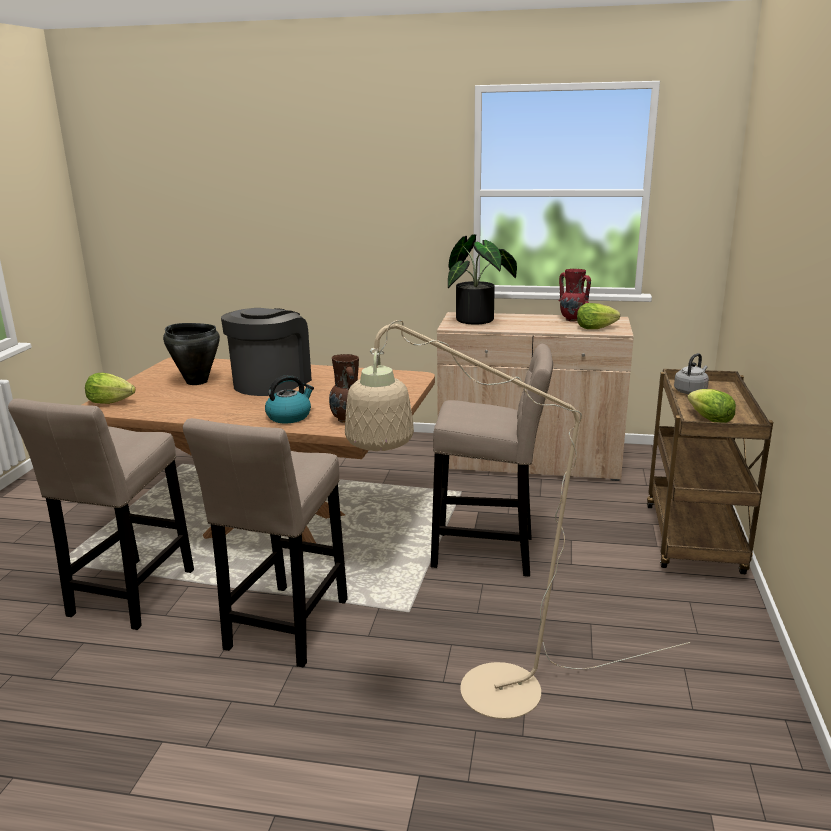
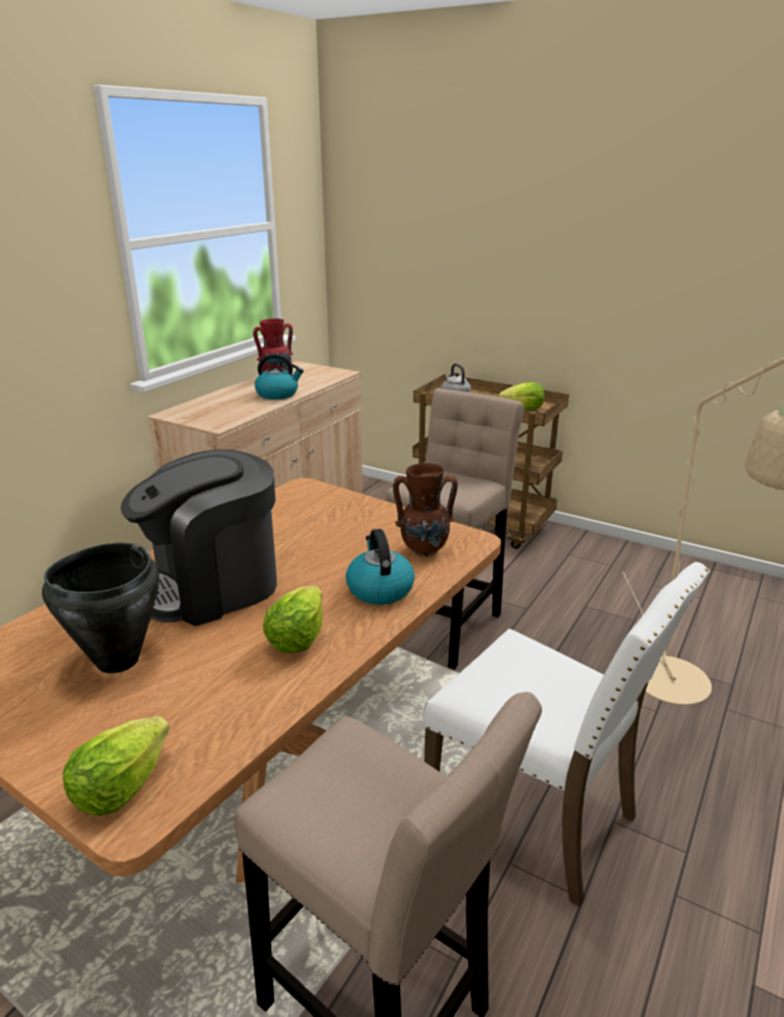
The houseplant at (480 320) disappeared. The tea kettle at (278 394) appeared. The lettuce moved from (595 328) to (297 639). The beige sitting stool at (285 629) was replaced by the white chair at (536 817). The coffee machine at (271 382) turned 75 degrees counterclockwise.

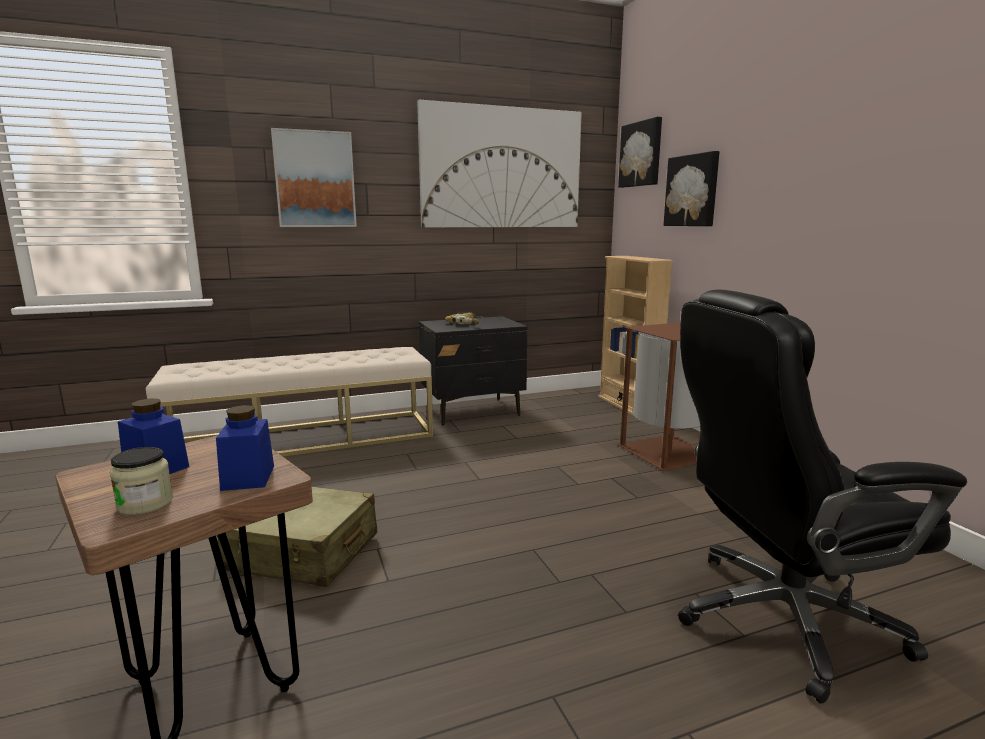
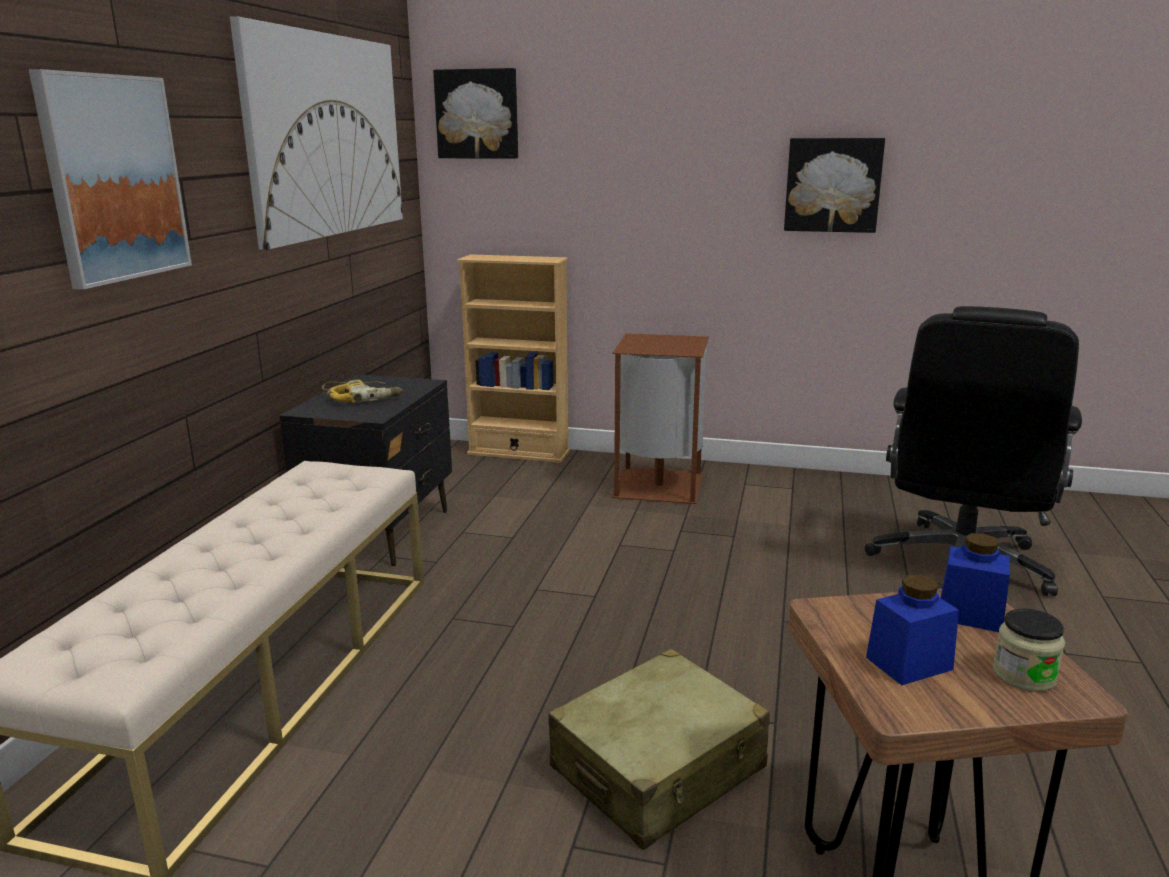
The wall art moved from (692 191) to (833 185).

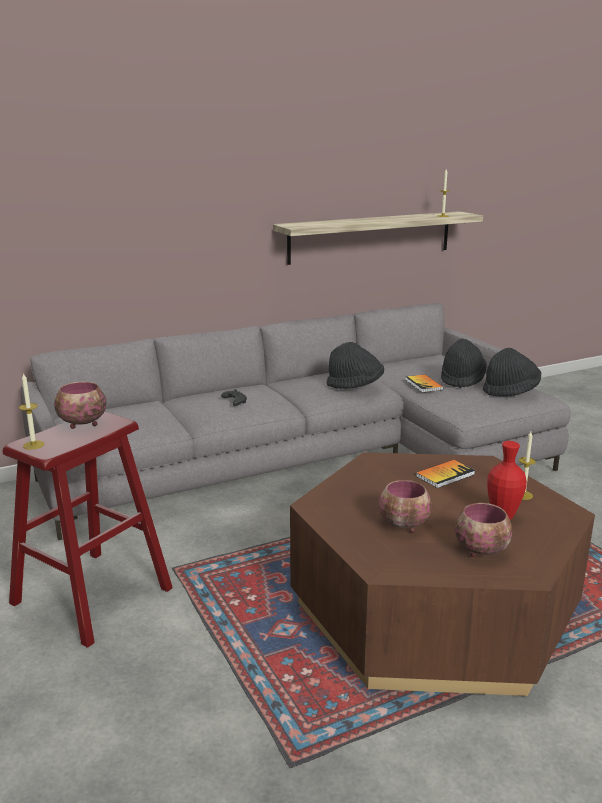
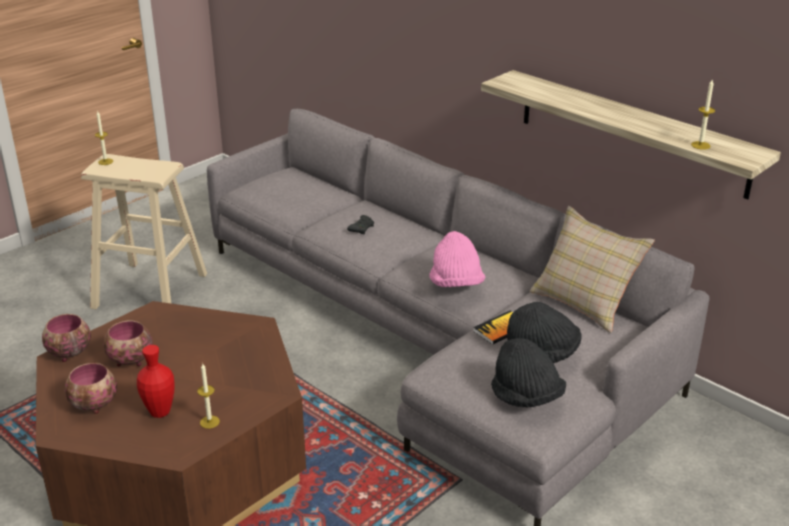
The book at (445 475) disappeared. The beige pillow at (585 302) appeared. The bowl moved from (82 424) to (68 353). The red-coloured sitting stool at (92 595) became the beige sitting stool at (150 290). The blackish clothing hat at (355 386) became the pink-coloured clothing hat at (456 284).

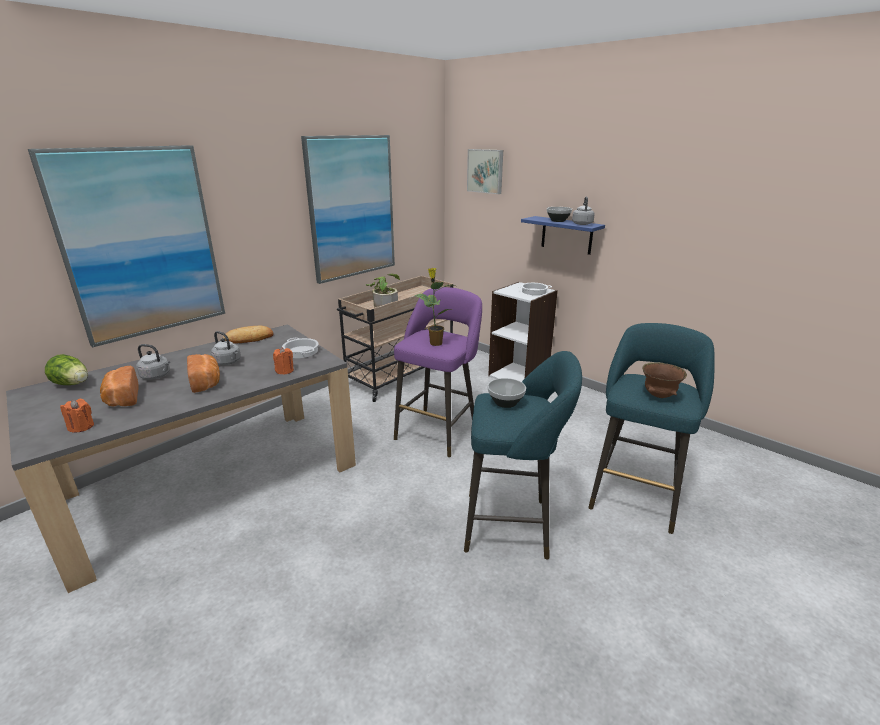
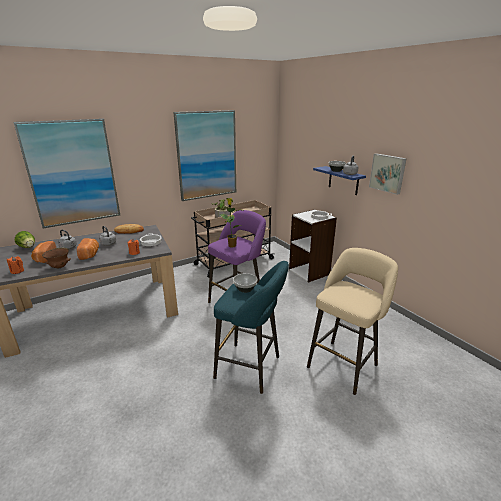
The wall art moved from (486 171) to (388 173). The brown bowl moved from (659 396) to (60 267). The turquoise sitting stool at (635 494) became the beige sitting stool at (344 364).

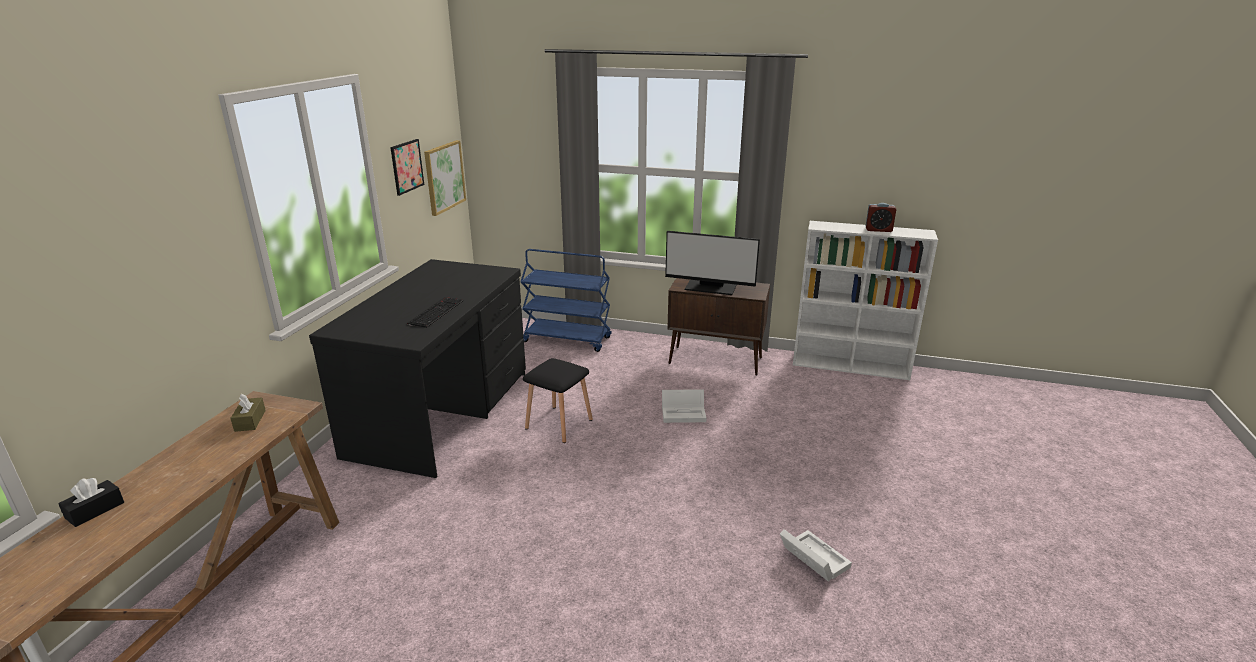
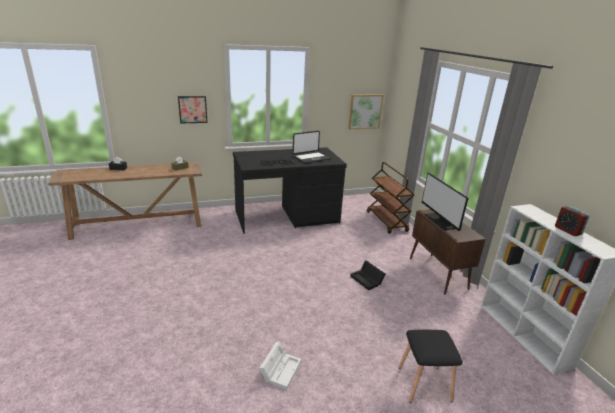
The notebook computer at (311 158) appeared. The wall art moved from (407 166) to (192 109). The blackish sitting stool moved from (559 424) to (423 384). The blue cart at (568 339) became the brown cart at (387 222). The white storage bin at (684 413) became the blackish storage bin at (367 280).

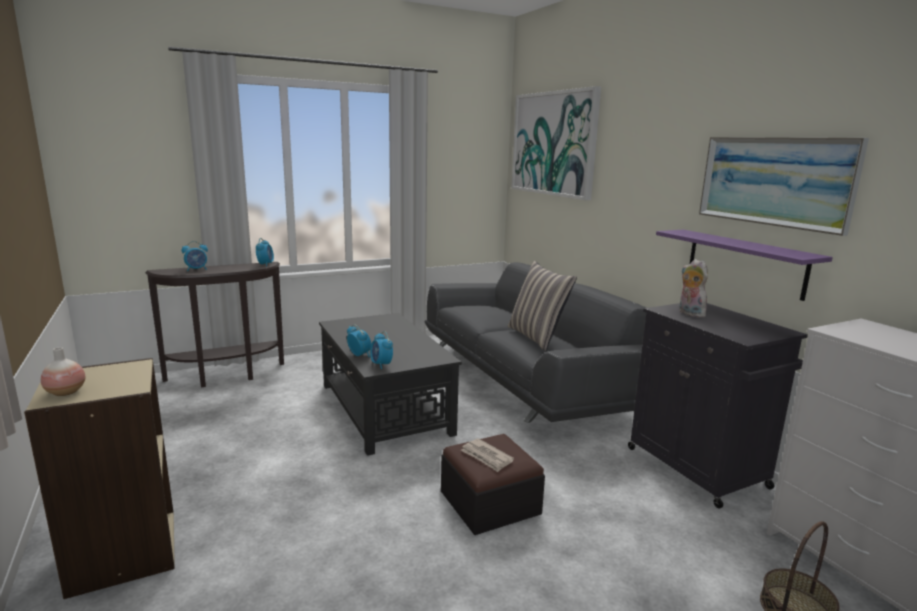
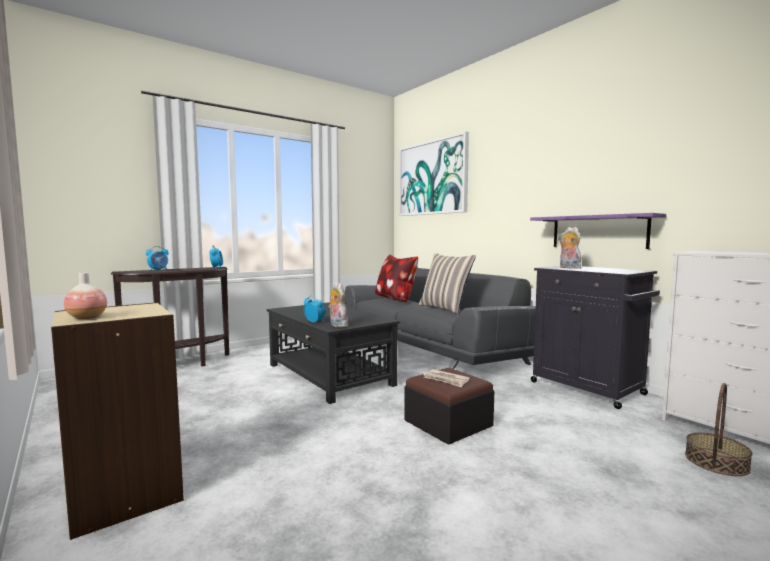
The wall art at (774 181) disappeared. The pillow at (395 299) appeared. The table clock at (381 365) was replaced by the cuddly toy at (337 325).

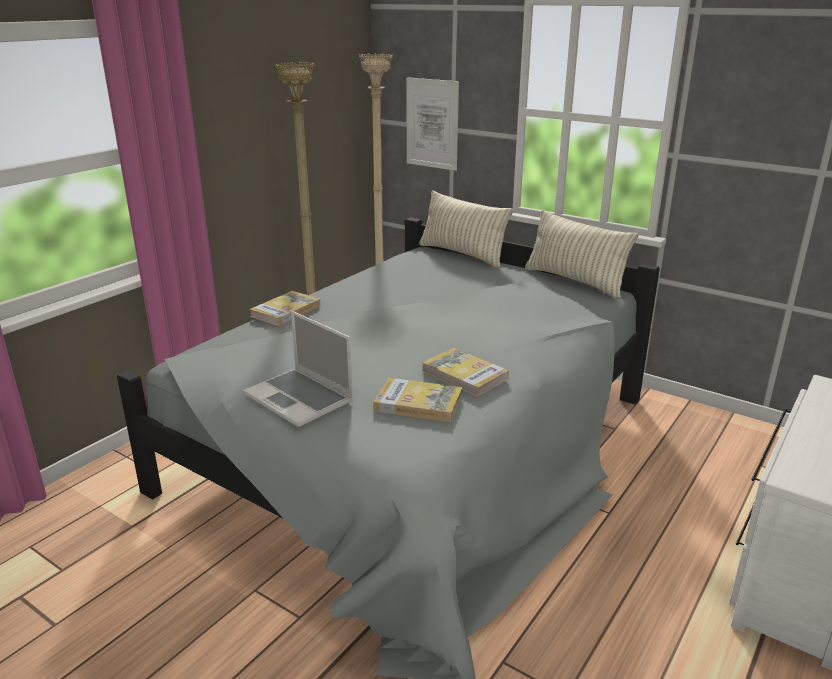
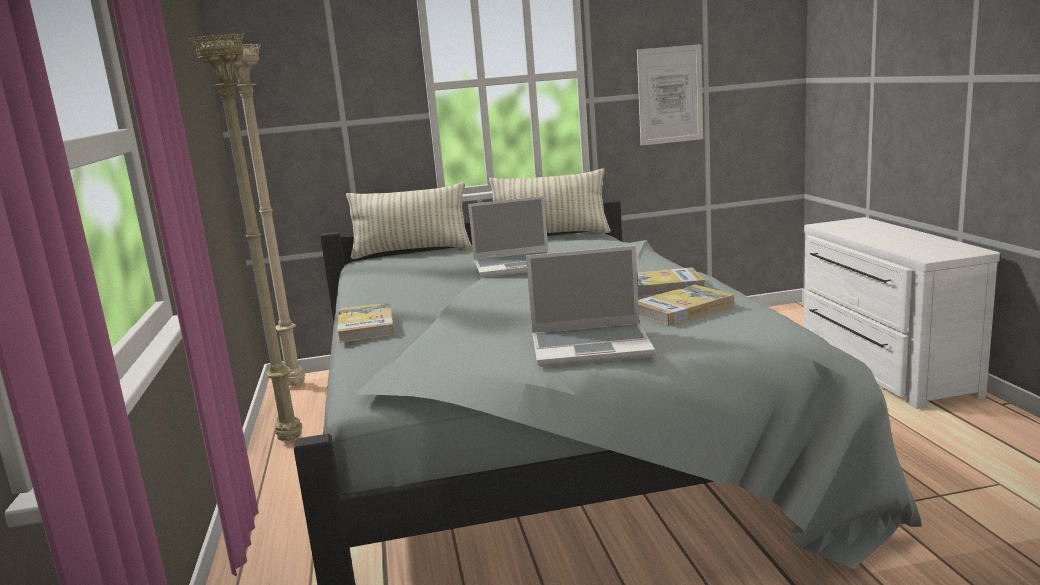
The notebook computer at (516 266) appeared. The wall art moved from (432 124) to (670 95).

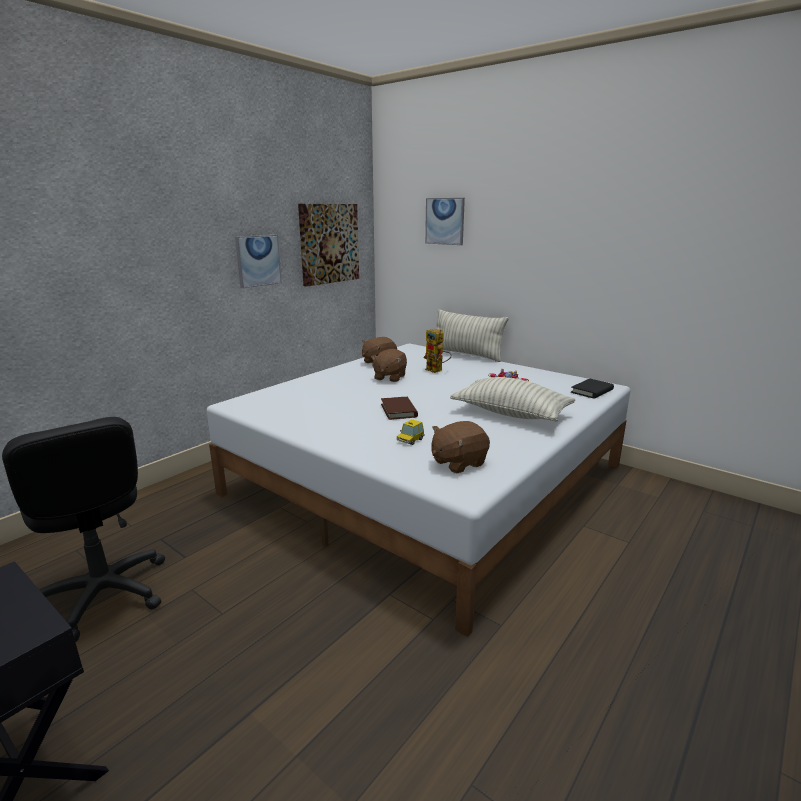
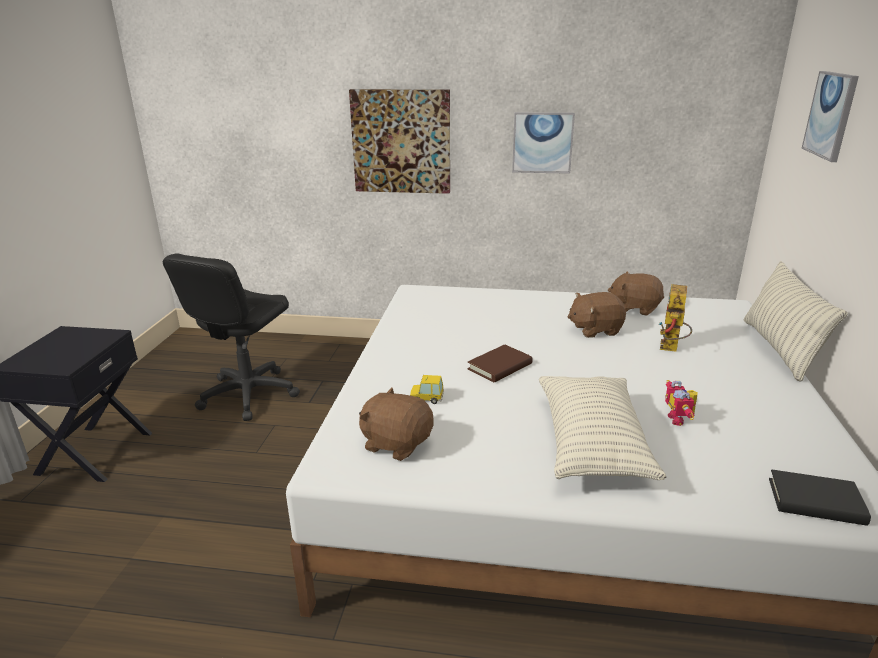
The wall art moved from (329 243) to (401 141).

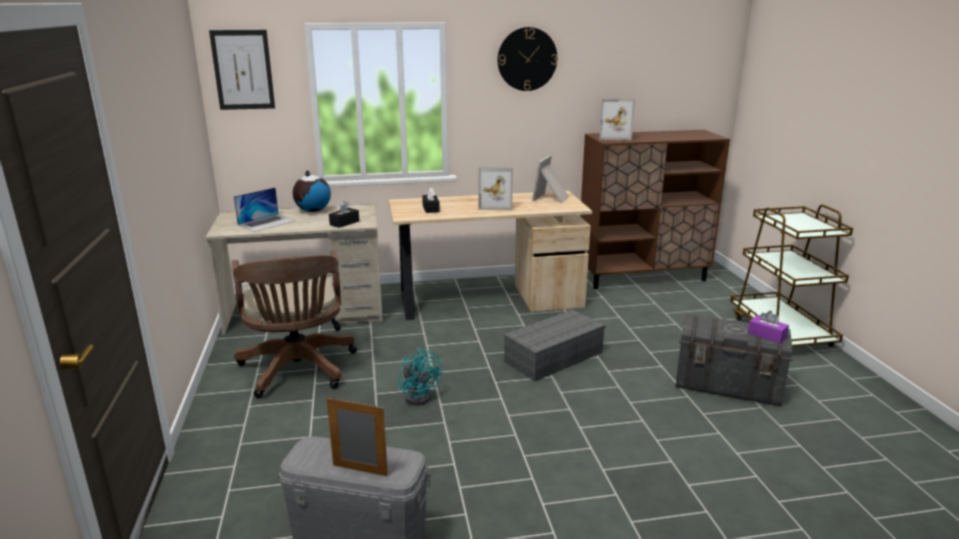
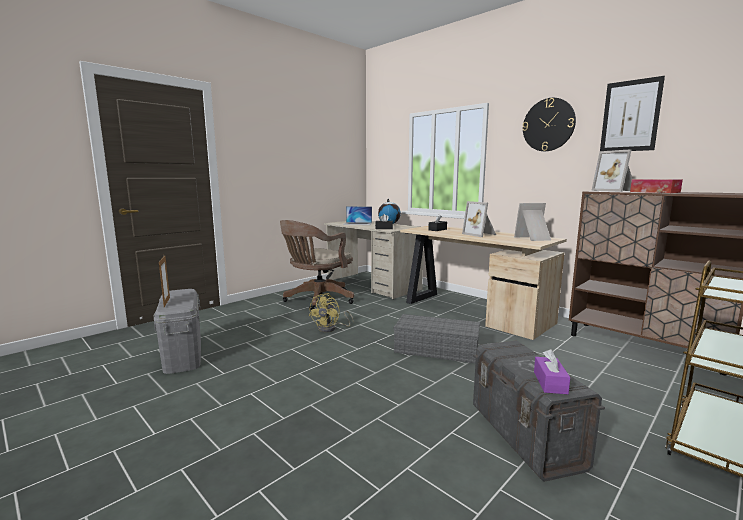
The tissue holder at (654 192) appeared. The wall art moved from (243 70) to (630 116). The turquoise fan at (420 395) became the yellow fan at (331 328).

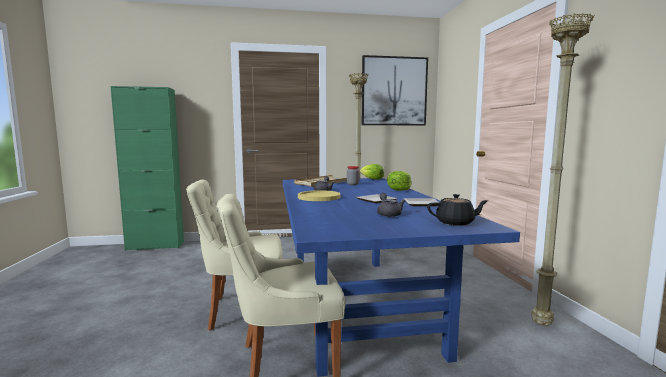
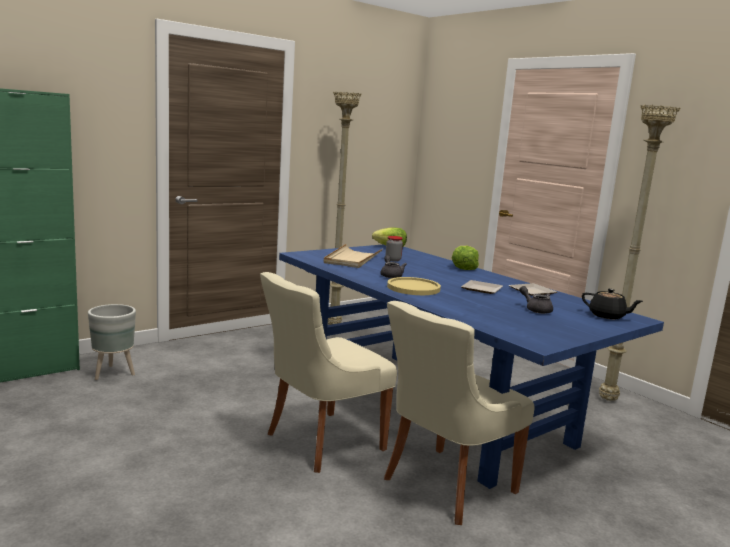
The wall art at (394 91) disappeared. The gray flower pot at (114 373) appeared. The blackish pot for tea at (456 223) turned 60 degrees clockwise.

